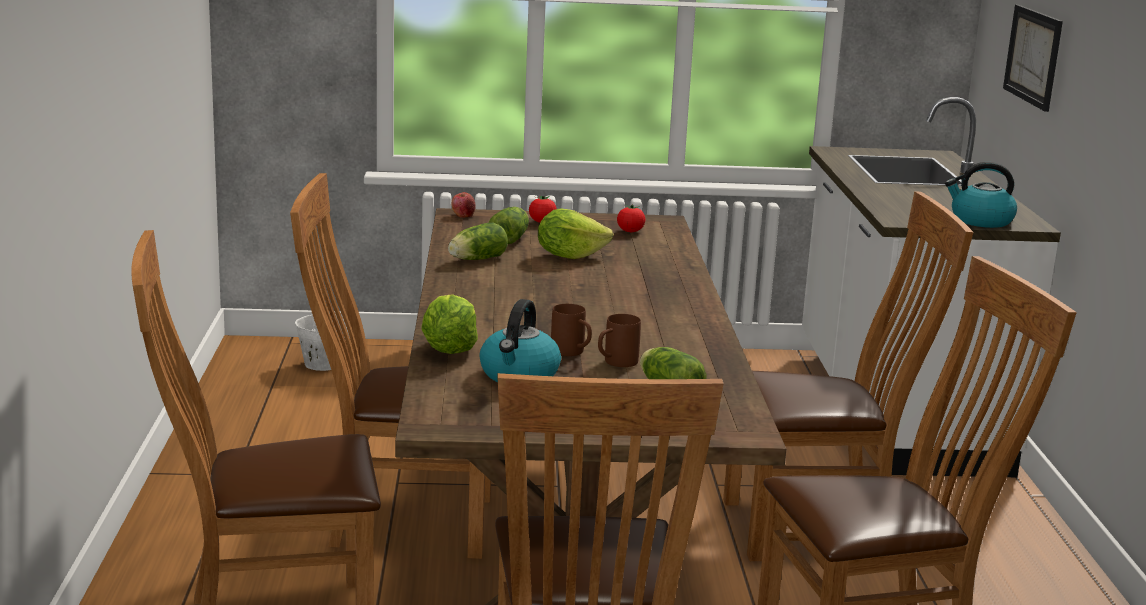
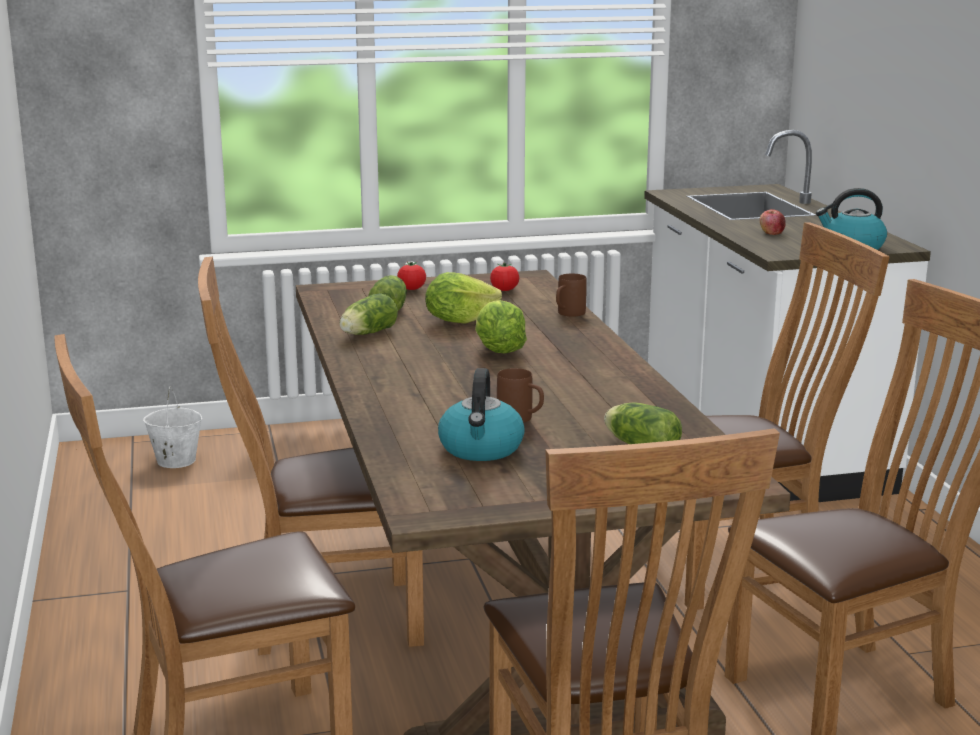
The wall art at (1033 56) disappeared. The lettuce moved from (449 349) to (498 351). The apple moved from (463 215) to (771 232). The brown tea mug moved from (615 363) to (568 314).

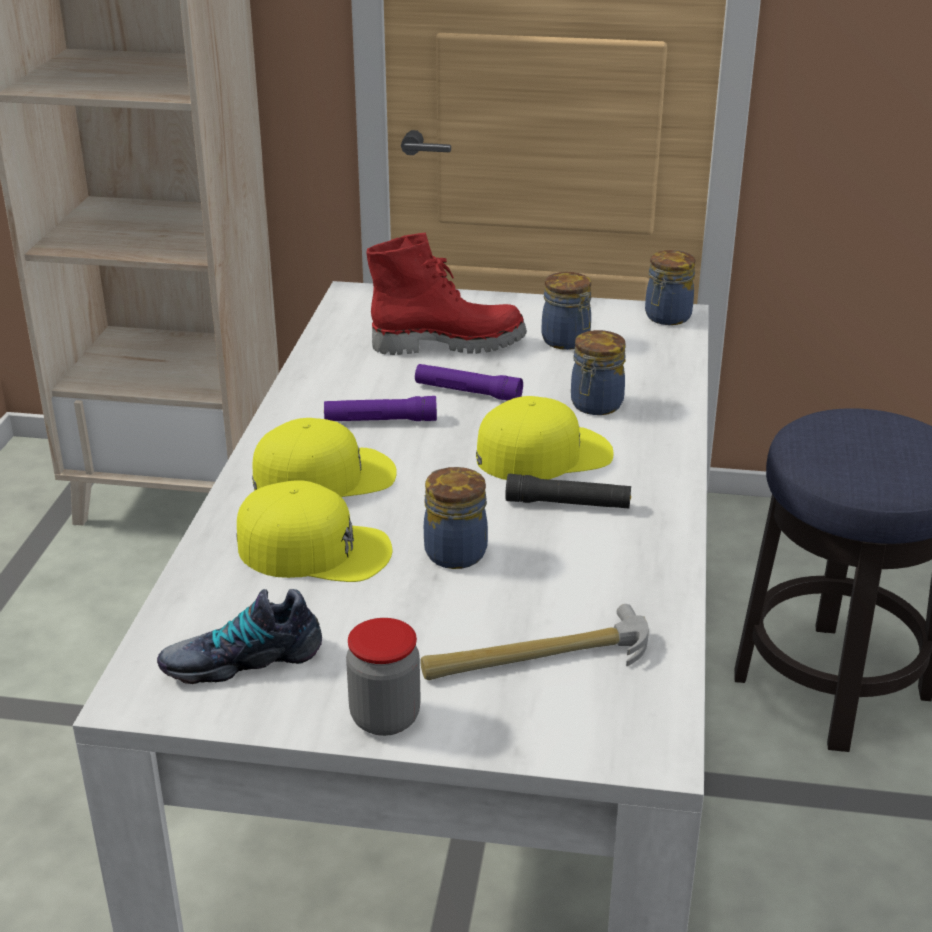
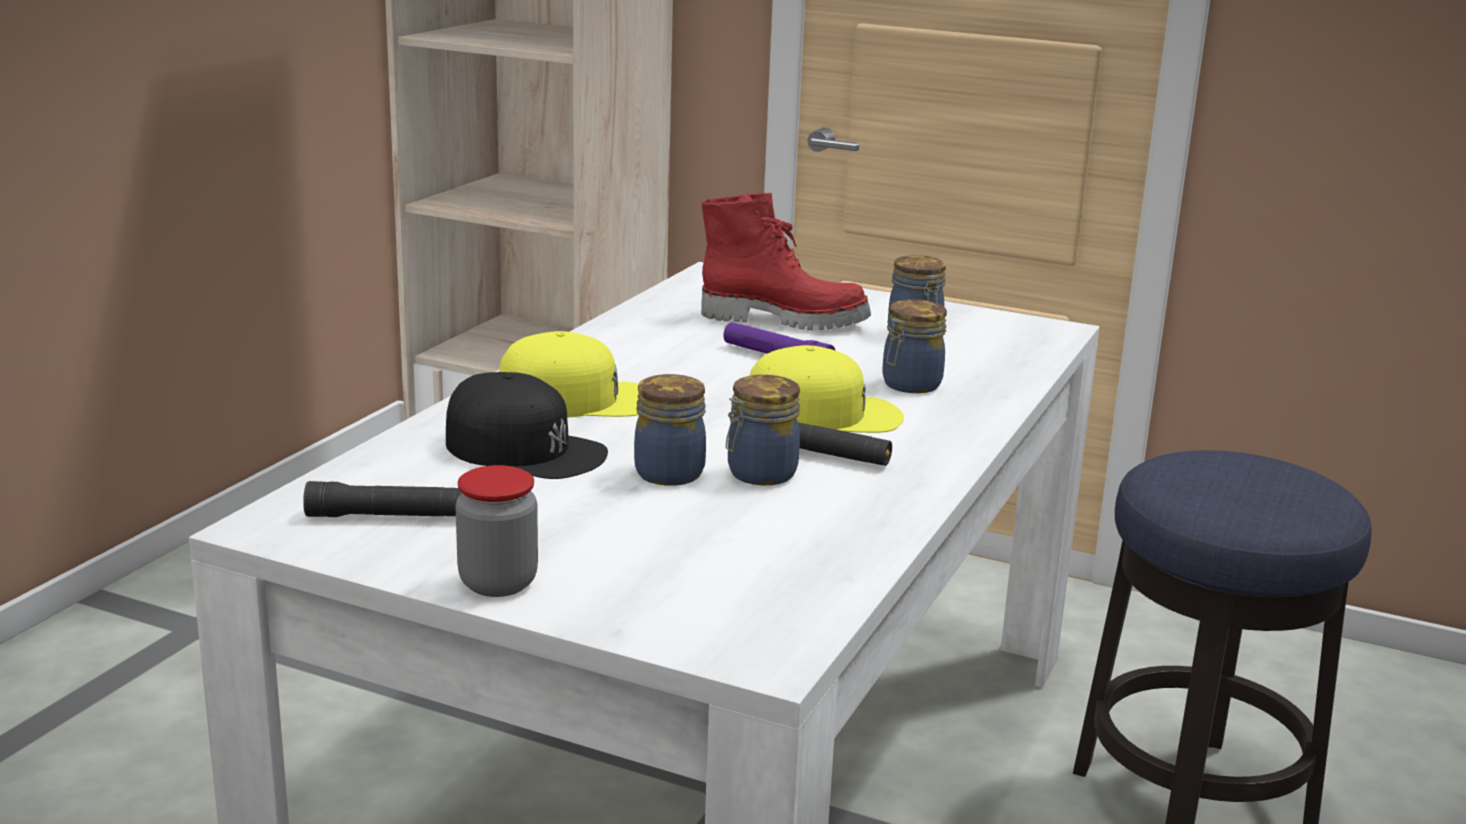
The purplish flashlight at (380 420) disappeared. The tool hammer at (537 657) disappeared. The storage jar moved from (666 317) to (759 474). The low shoe at (241 659) was replaced by the blackish flashlight at (388 516). The yellow peaked cap at (315 549) became the blackish peaked cap at (525 449).

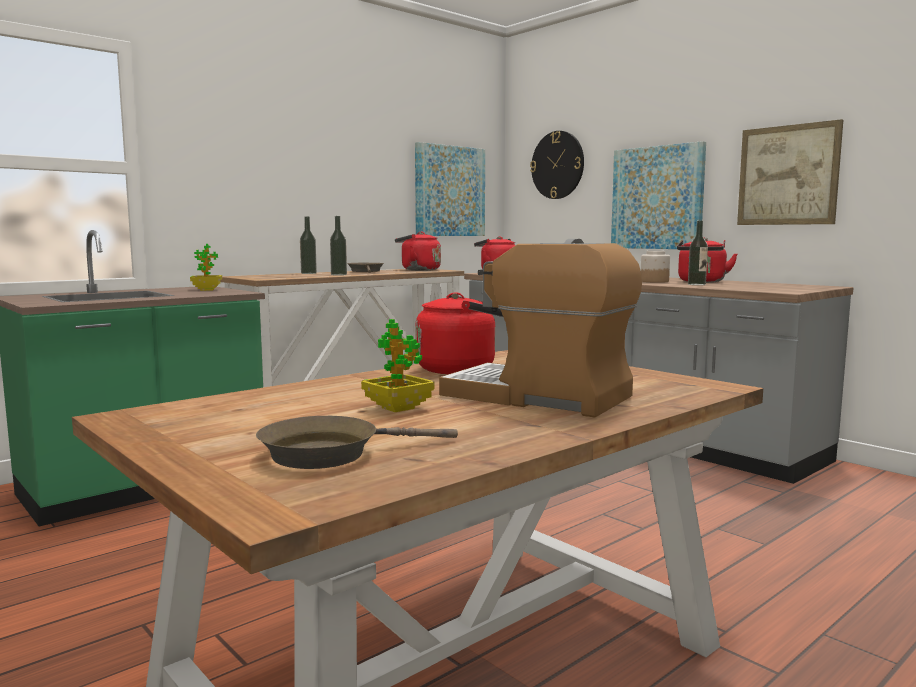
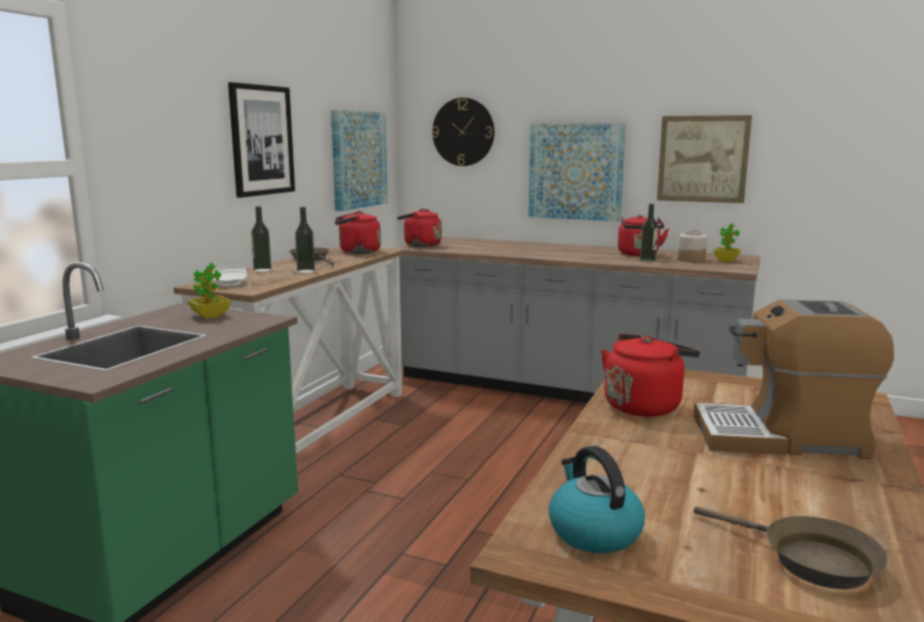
The white plate at (230 283) appeared. The wall art at (261 140) appeared. The tea kettle at (593 531) appeared. The houseplant moved from (398 408) to (726 261). The storage jar moved from (654 281) to (691 260). The brown pan at (329 453) turned 90 degrees counterclockwise.

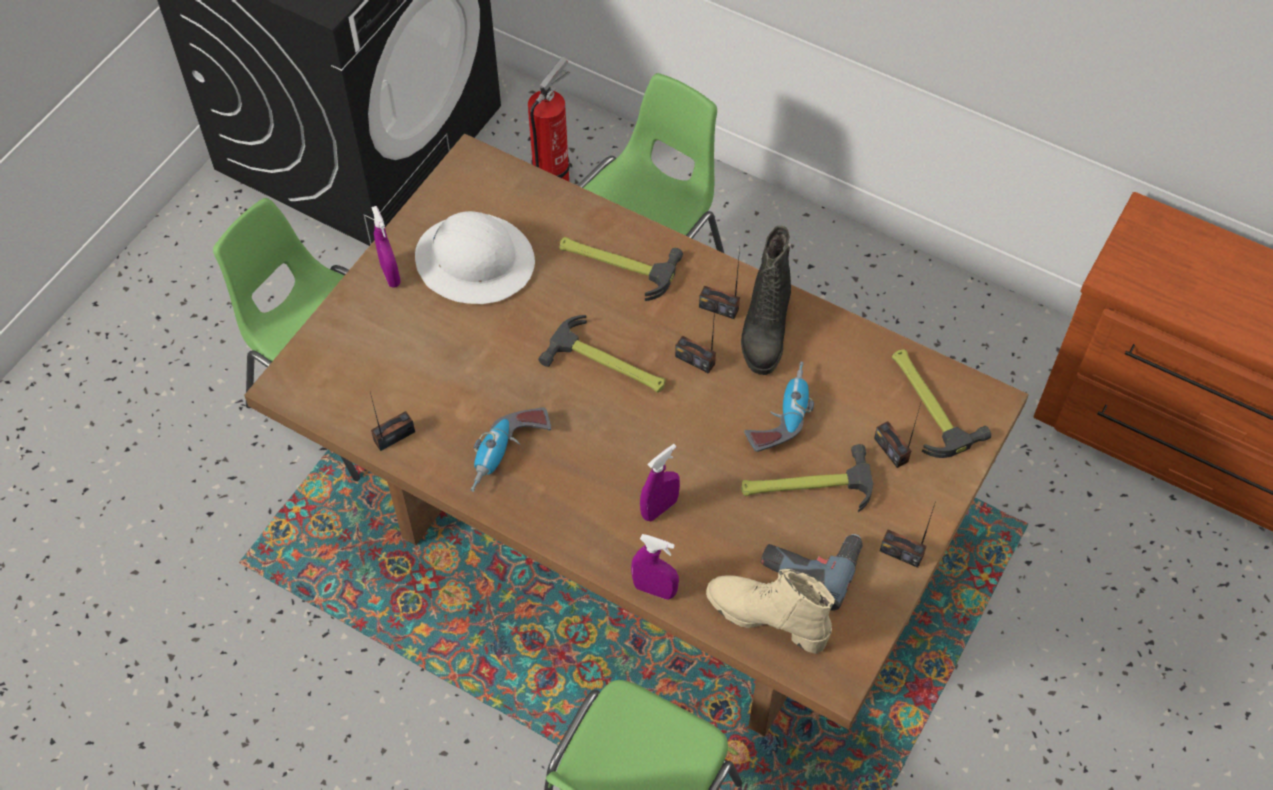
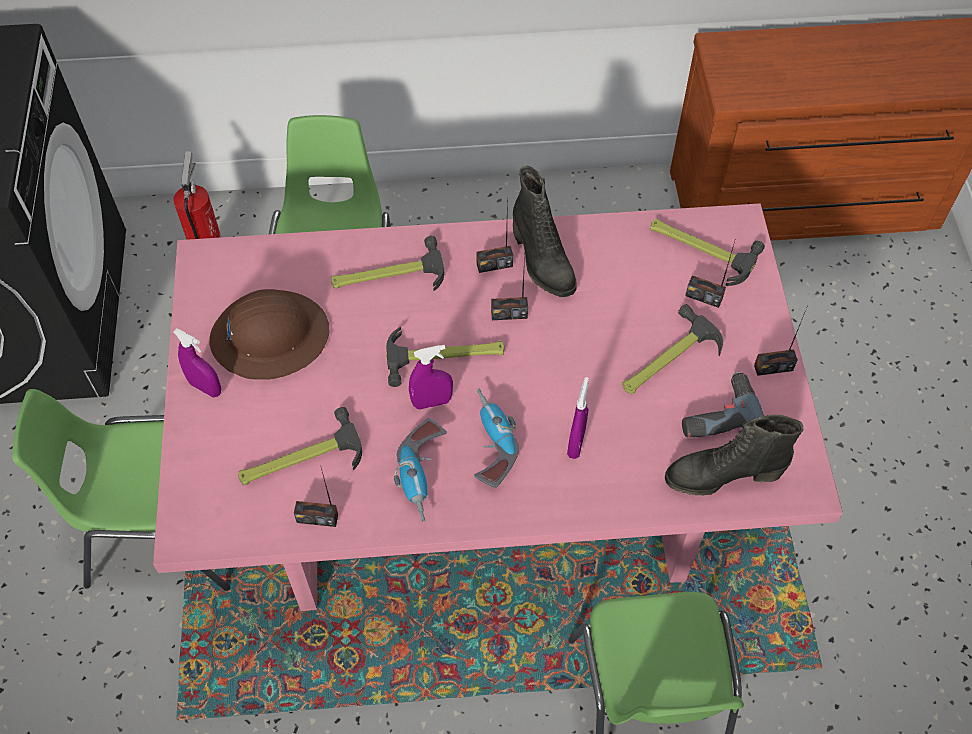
The tool hammer at (300 459) appeared. The purplish sprayer moved from (654 589) to (432 402). The drill moved from (780 414) to (488 443). The brown dinner table at (639 542) became the pink-coloured dinner table at (487 498). The white safety helmet at (475 261) became the brown safety helmet at (270 336). The beige tall boot at (767 618) became the blackish tall boot at (722 475). The radio at (394 437) turned 105 degrees counterclockwise.

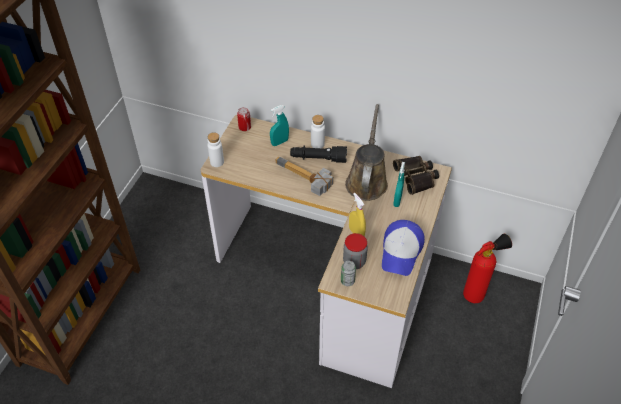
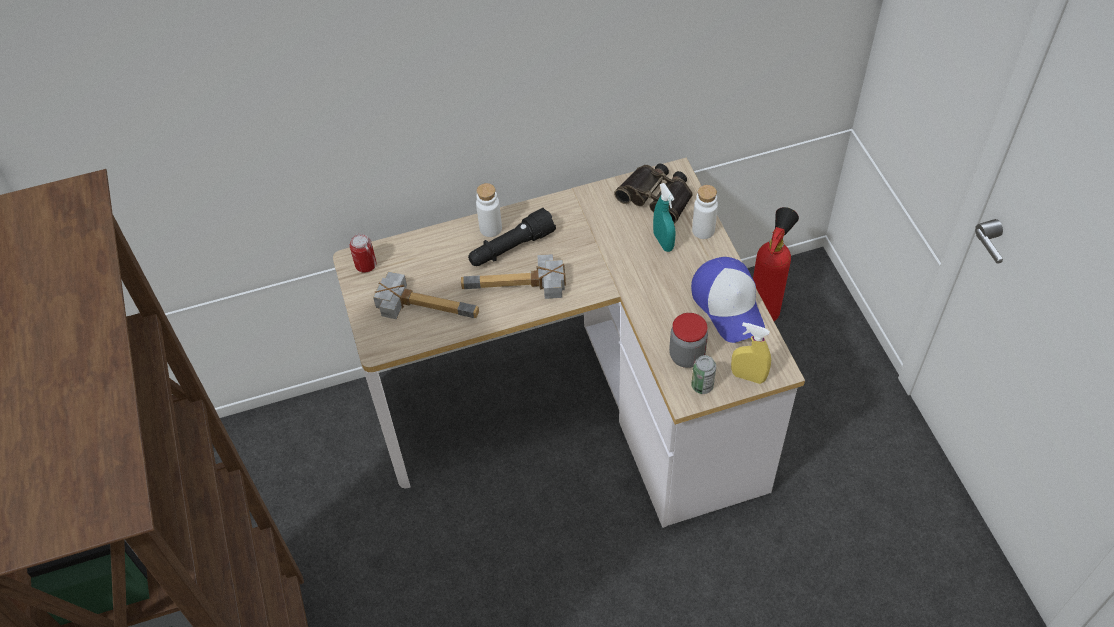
The turquoise sprayer at (279 142) disappeared. The brown watering pot at (367 181) disappeared. The tool hammer at (426 302) appeared. The white beverage bottle moved from (217 162) to (703 230). The yellow sprayer moved from (356 233) to (748 376).

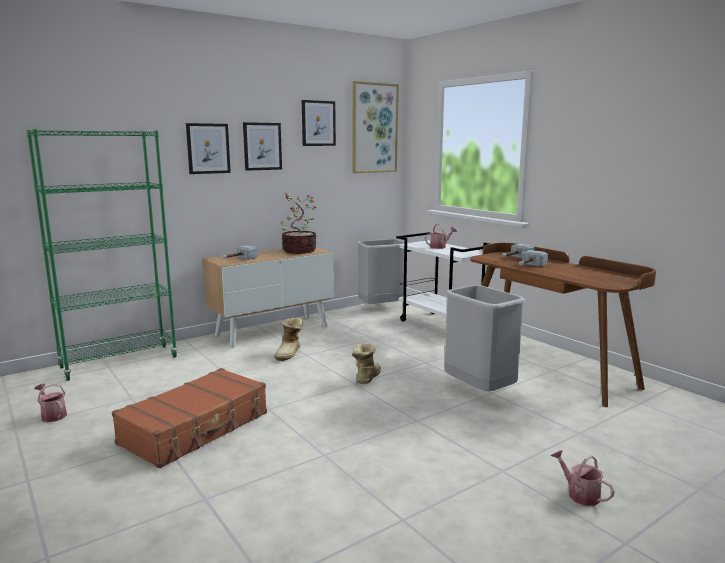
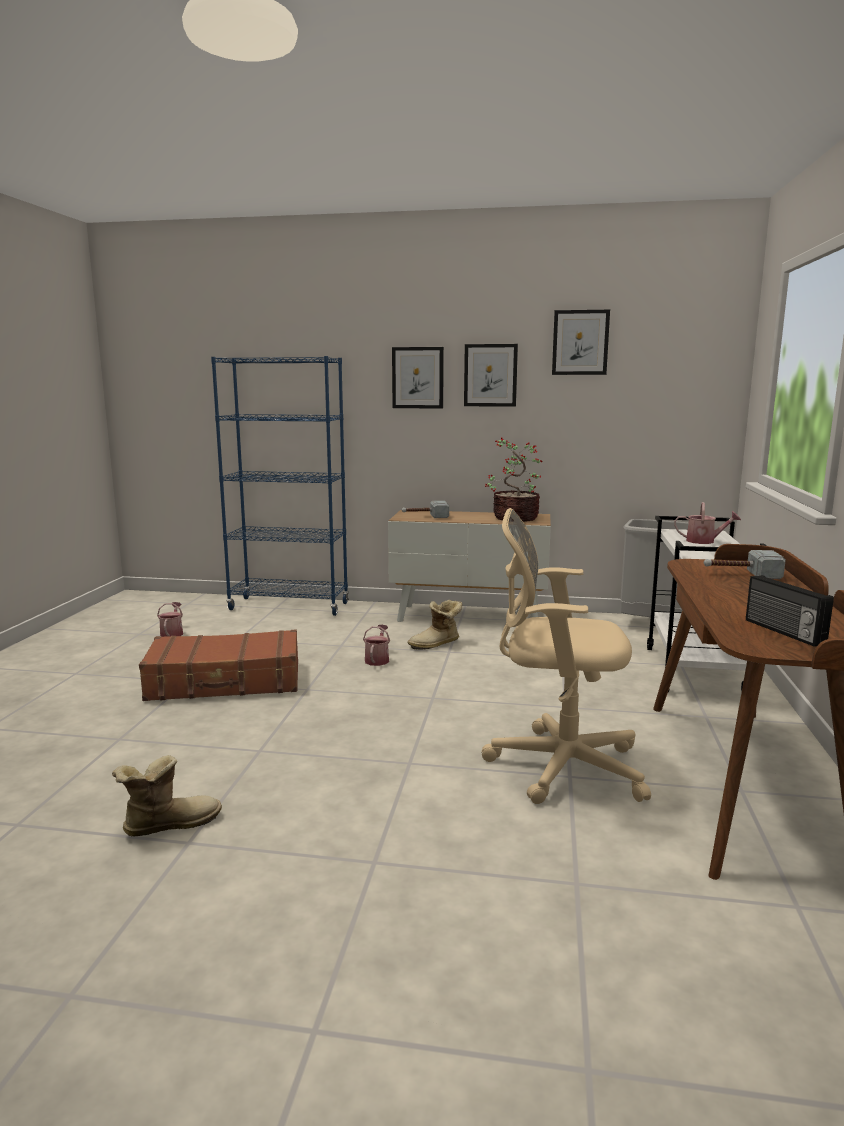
The wall art at (374 128) disappeared. The tool hammer at (528 266) disappeared. The radio at (783 632) appeared. The tall boot moved from (366 378) to (169 824). The watering pot moved from (579 494) to (377 659). The gray rubbish bin at (478 390) was replaced by the beige office chair at (558 765). The greenish bookshelf at (119 362) became the blue bookshelf at (289 606).

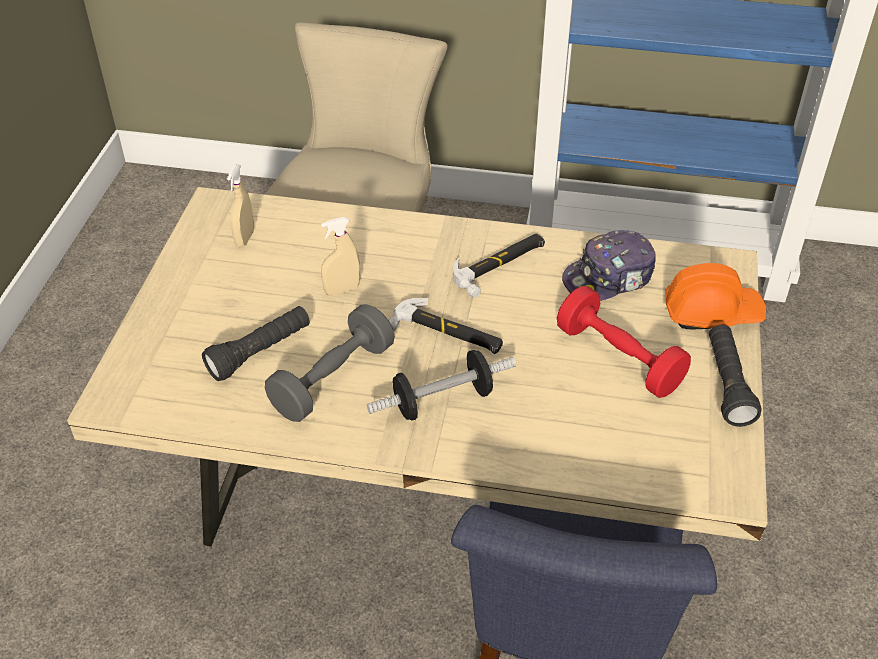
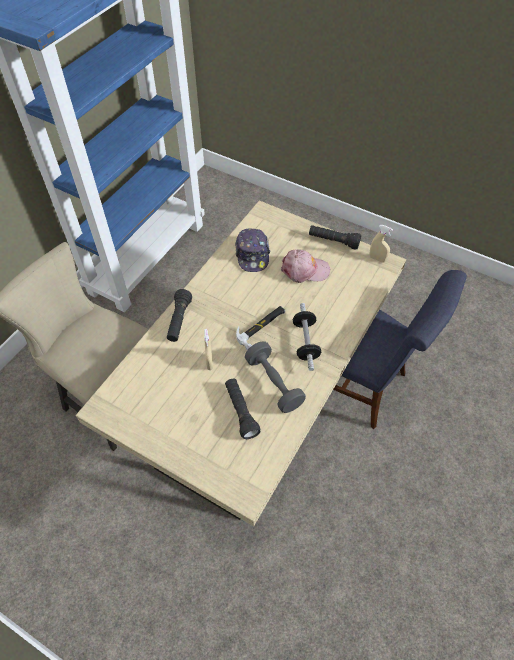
The tool hammer at (500 265) disappeared. The orangey safety helmet at (711 312) disappeared. The blackish flashlight at (179 321) appeared. The beige sprayer moved from (245 238) to (377 259). The red-coloured dumbbell at (619 358) was replaced by the pink-coloured peaked cap at (304 270).

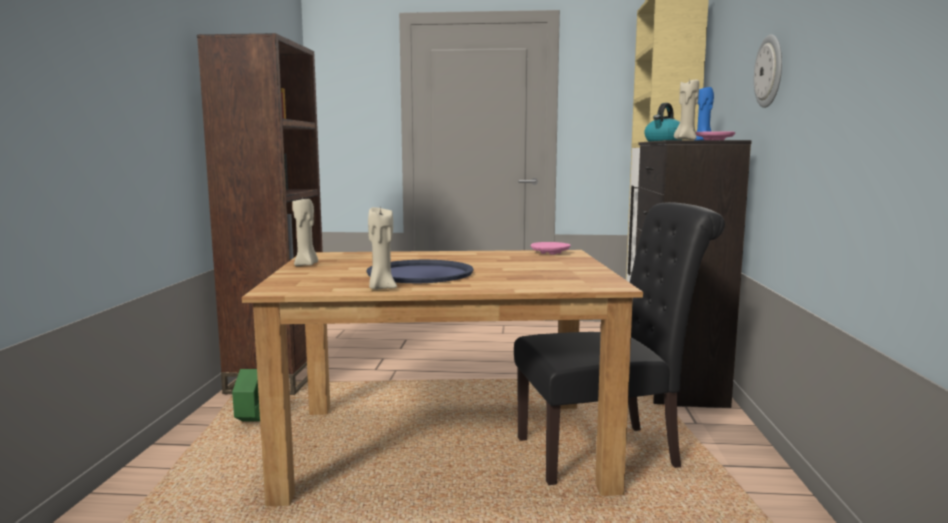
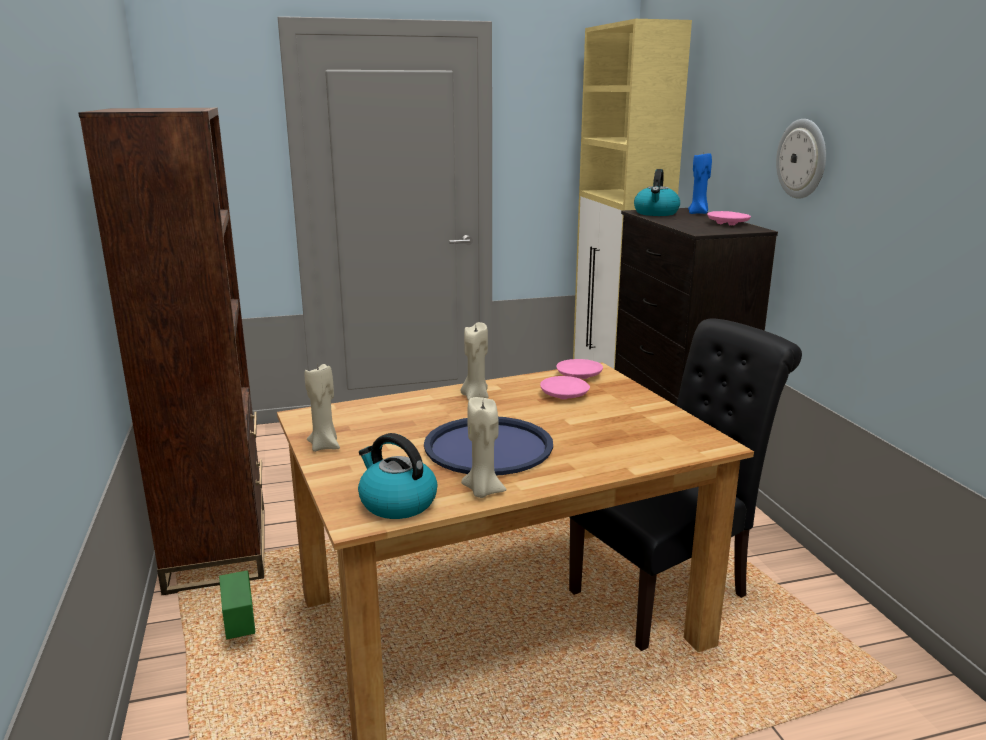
The tea kettle at (396 503) appeared. The pink-coloured plate at (565 395) appeared. The beige candle moved from (685 140) to (475 396).

